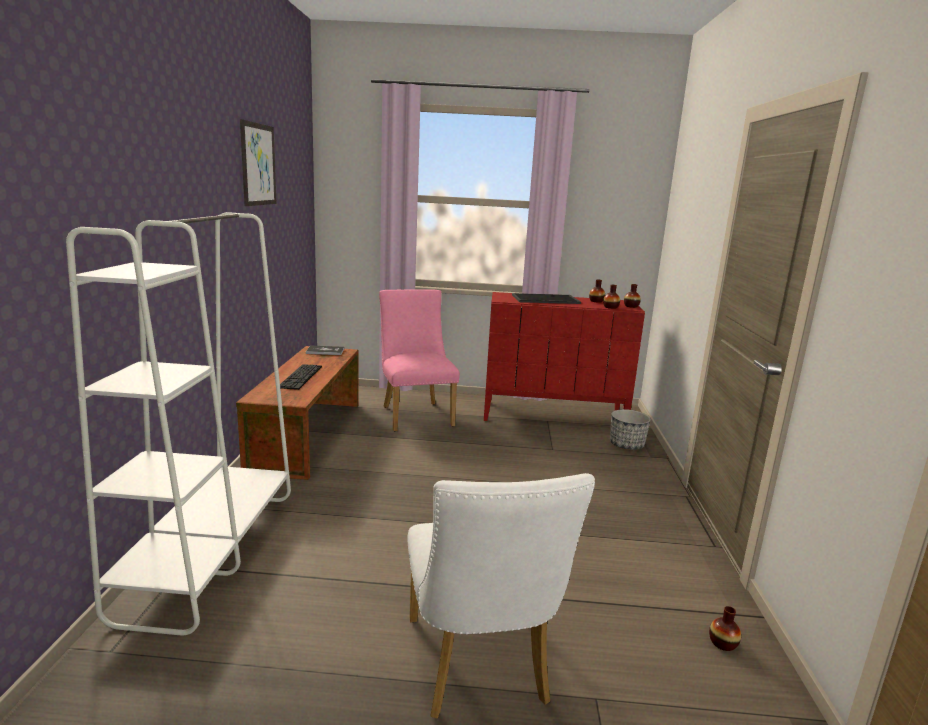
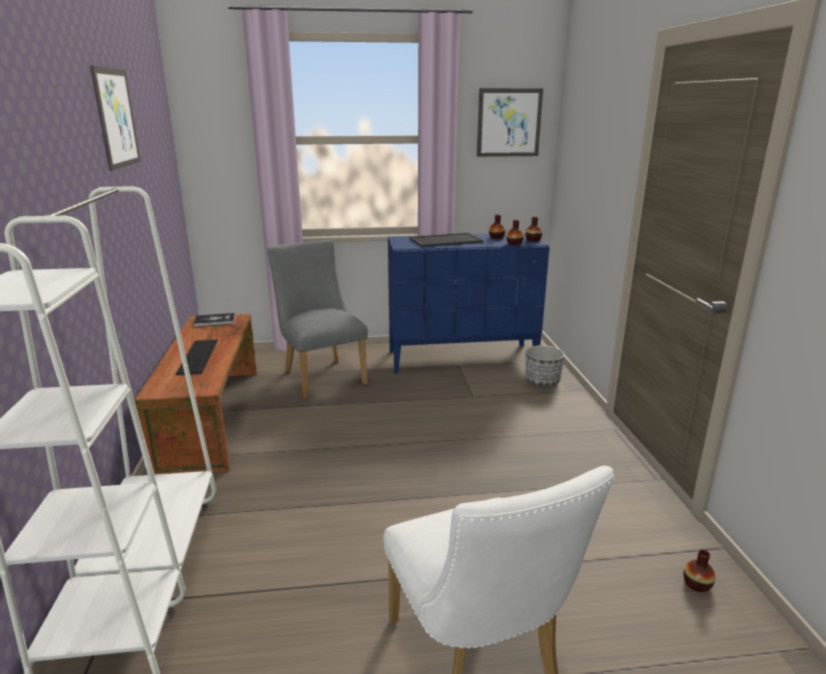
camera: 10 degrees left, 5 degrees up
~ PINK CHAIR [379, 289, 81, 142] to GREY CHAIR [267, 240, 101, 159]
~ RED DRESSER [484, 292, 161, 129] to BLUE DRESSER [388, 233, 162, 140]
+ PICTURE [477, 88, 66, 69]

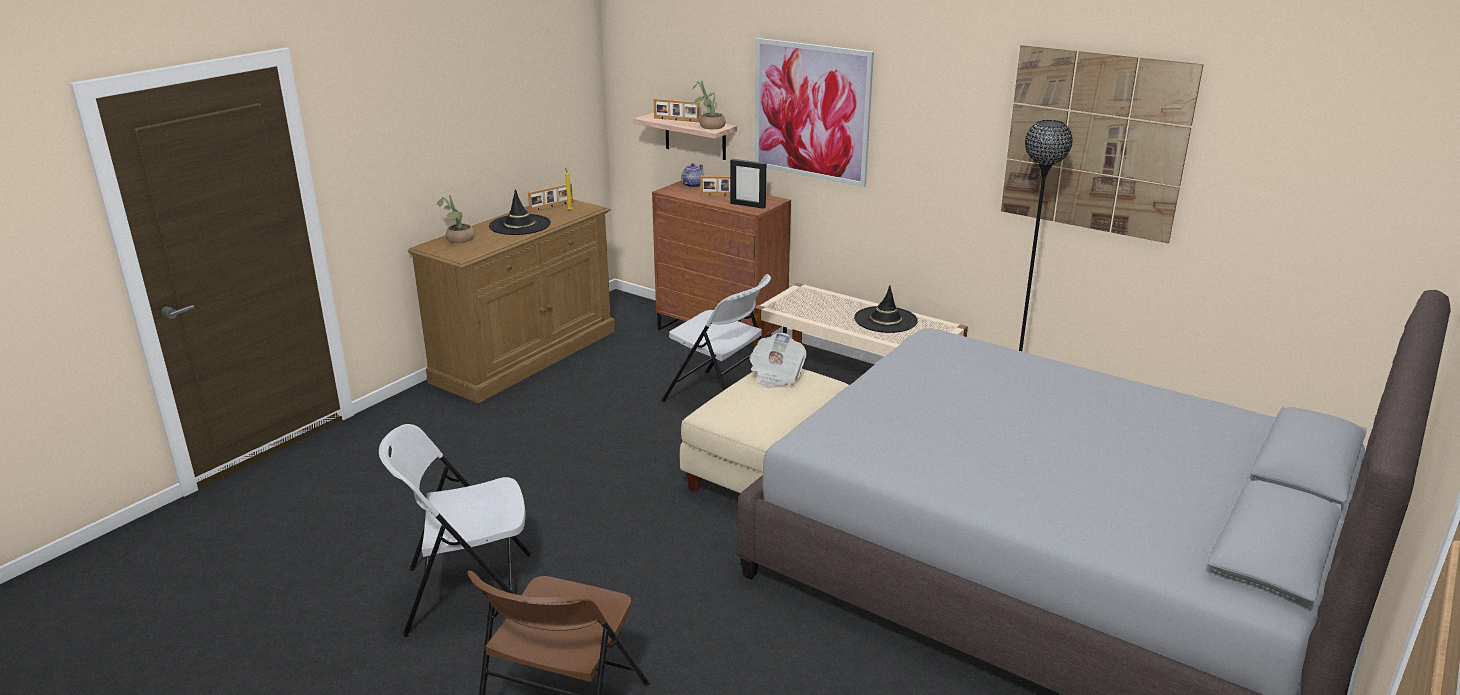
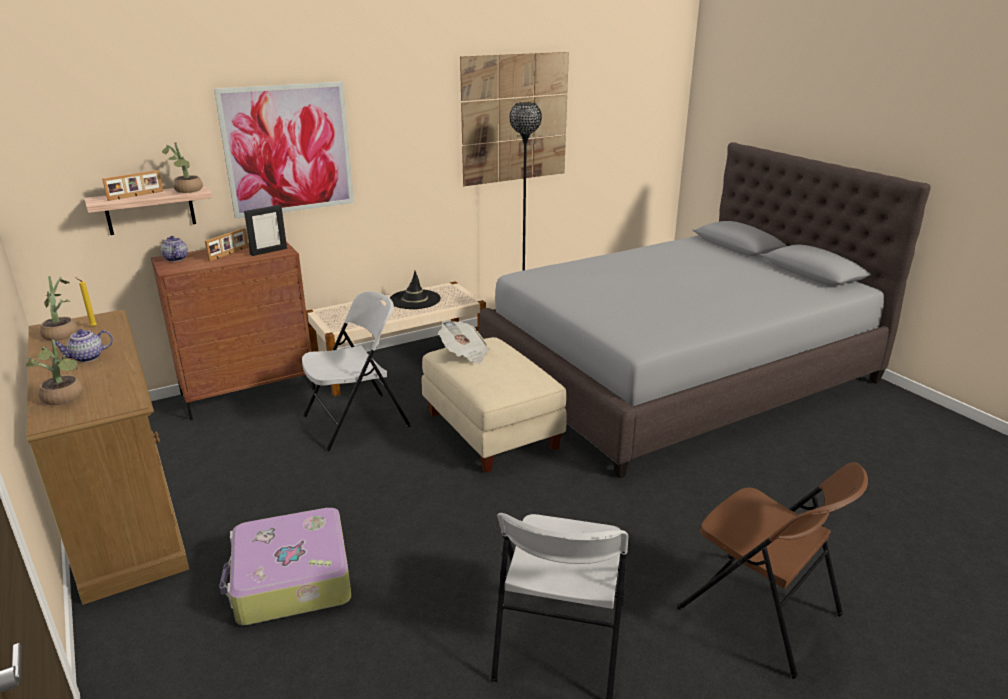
camera: 65 degrees left, 0 degrees up
~ PICTURE FRAME [528, 183, 45, 29] to POTTED PLANT [40, 276, 37, 65]
~ BLACK HAT [489, 189, 62, 46] to TEAPOT [55, 329, 58, 33]
+ SUITCASE [219, 508, 132, 117]

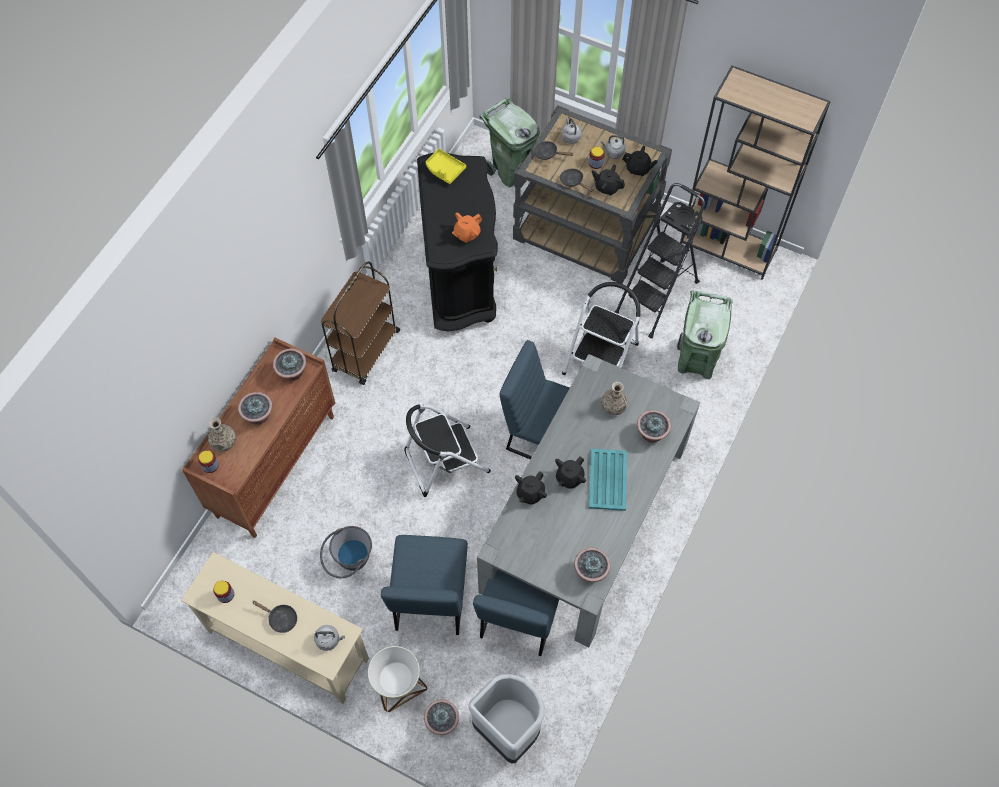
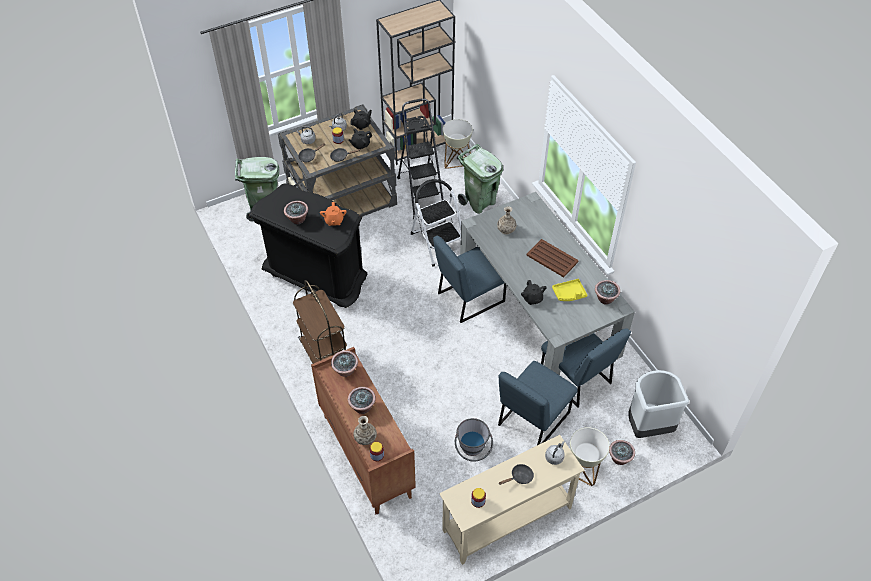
camera: 55 degrees left, 10 degrees down
~ YELLOW TRAY [425, 149, 41, 35] to [552, 279, 35, 22]
- STEP LADDER [404, 404, 87, 93]
~ POTTED PLANT [637, 410, 34, 32] to [284, 201, 24, 23]
~ TURQUOISE TRAY [589, 448, 38, 63] to BROWN TRAY [526, 239, 53, 38]
- BLACK TEAPOT [555, 456, 31, 33]
~ BLUE CHAIR [381, 535, 87, 100] = [498, 361, 80, 84] 90 degrees clockwise
+ PLANTER [443, 119, 30, 50]

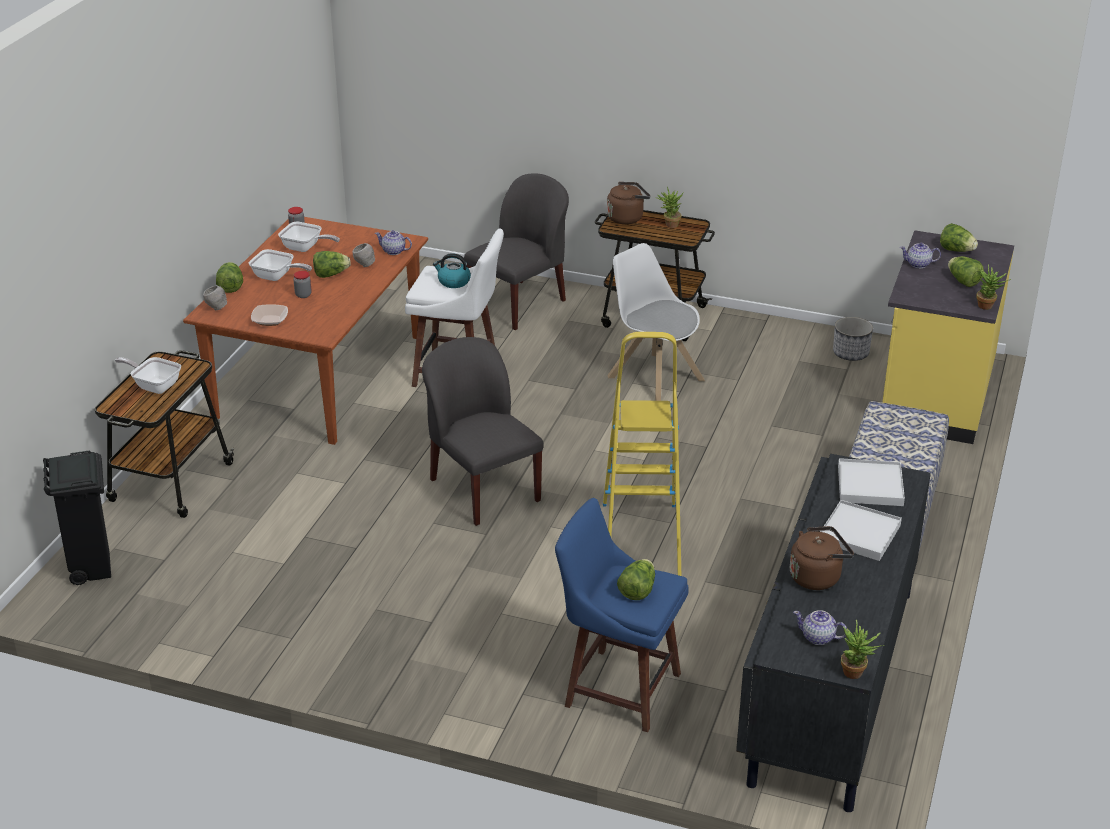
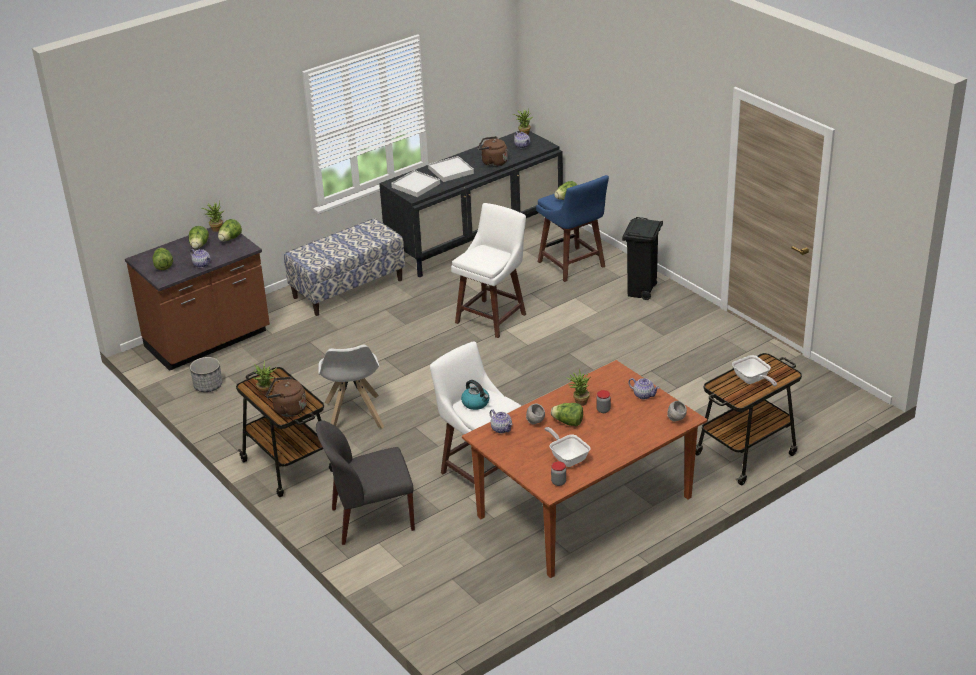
camera: 145 degrees left, 0 degrees up
~ YELLOW COUNTER [882, 230, 132, 214] to BROWN COUNTER [125, 224, 145, 147]
- FRYING PAN [249, 249, 63, 32]
~ LETTUCE [216, 262, 27, 31] to [218, 219, 24, 22]
~ BOWL [251, 304, 37, 22] to TEAPOT [628, 378, 31, 21]
~ YELLOW STEP LADDER [603, 332, 78, 244] to WHITE STOOL [451, 203, 75, 135]
- GREY CHAIR [422, 337, 122, 189]
~ BLACK TRASH CAN [43, 450, 68, 135] to [622, 217, 41, 83]
+ POTTED PLANT [565, 369, 25, 37]

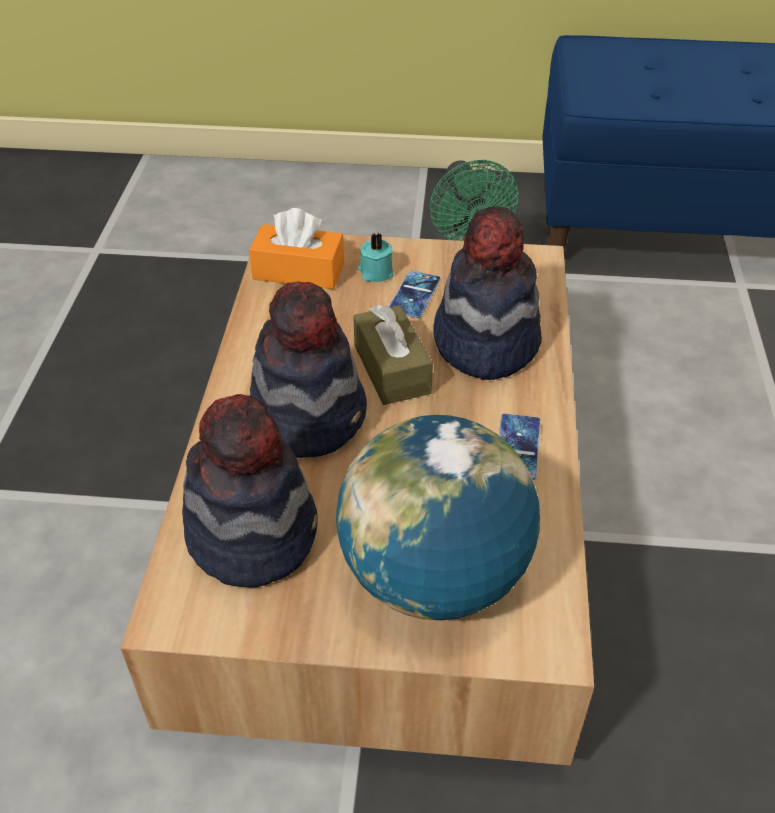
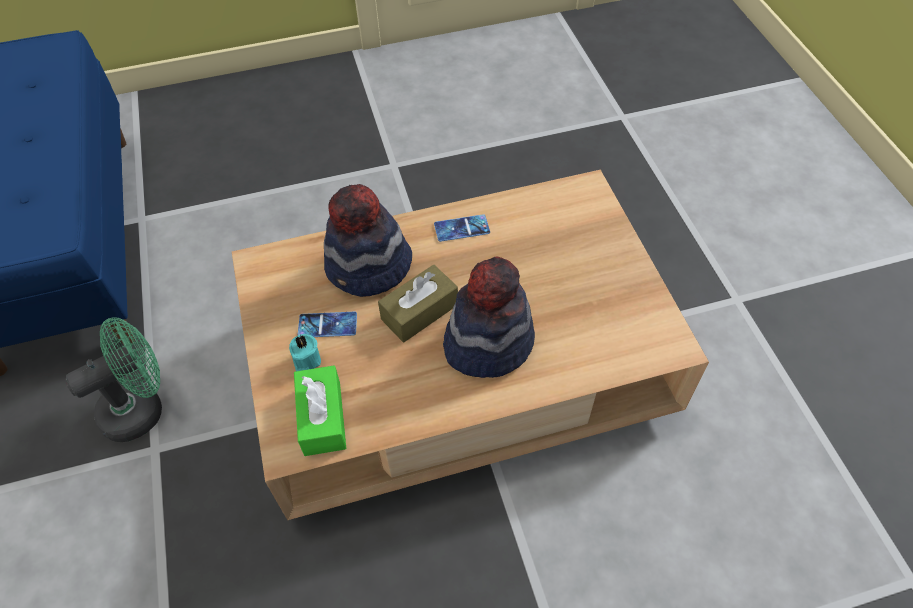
camera: 110 degrees left, 10 degrees up
~ ORANGE TISSUE BOX [249, 208, 95, 81] to GREEN TISSUE BOX [294, 365, 52, 91]
- HAT [182, 394, 136, 194]
- GLOBE [336, 415, 204, 205]

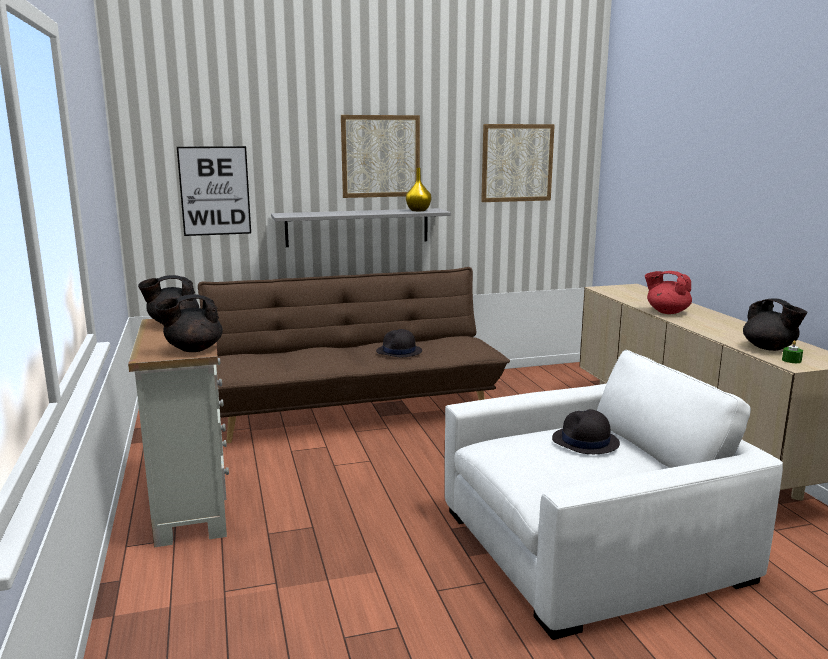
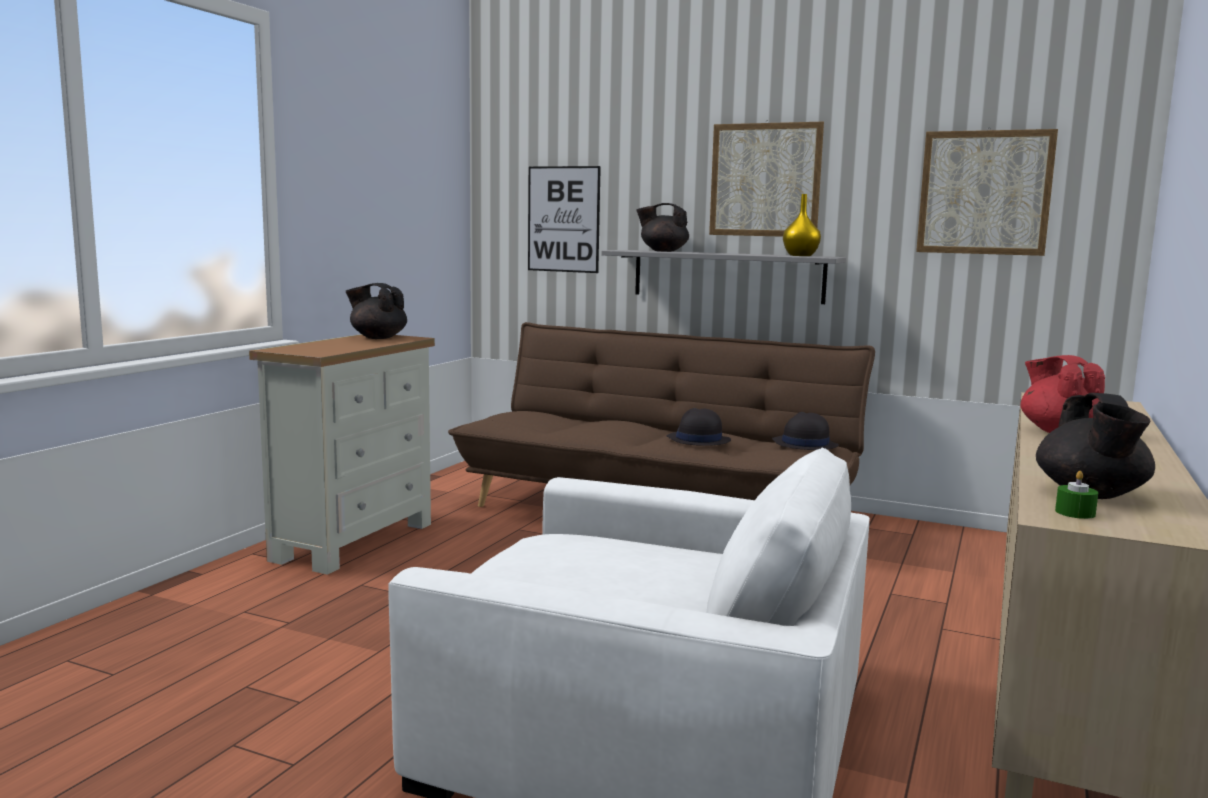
camera: 40 degrees right, 5 degrees down
~ BLACK TEAPOT [155, 294, 68, 58] to [636, 203, 53, 49]
~ BLACK HAT [552, 409, 68, 45] to [772, 412, 67, 38]

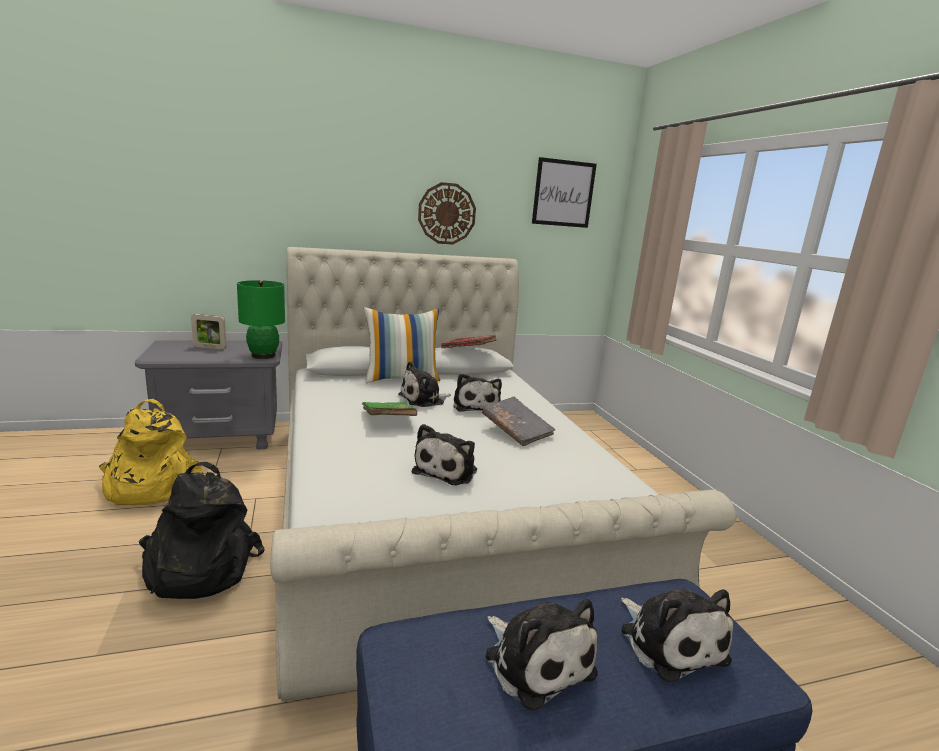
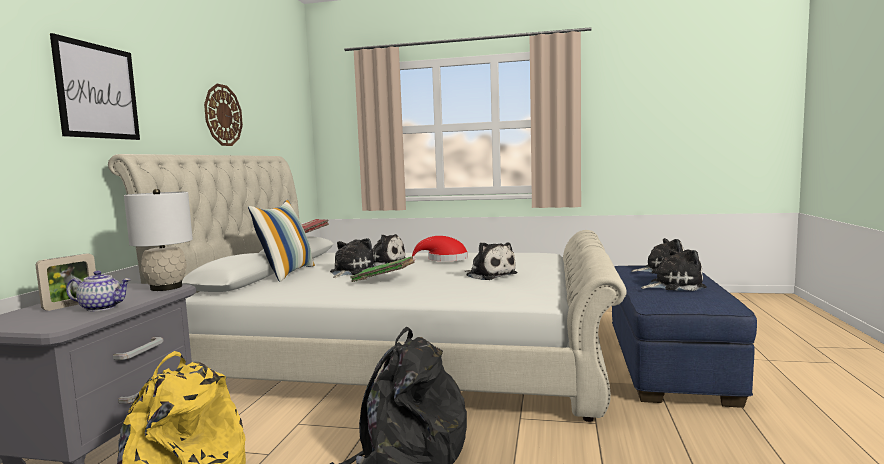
camera: 60 degrees left, 10 degrees down
~ PICTURE [532, 157, 65, 71] to [50, 33, 90, 107]
~ GREEN TABLE LAMP [237, 280, 48, 79] to WHITE TABLE LAMP [124, 189, 69, 102]
~ PLUSH TOY [398, 361, 53, 46] = [330, 238, 45, 40] 150 degrees counterclockwise
~ GREY BOOK [482, 397, 73, 49] to RED HAT [411, 236, 57, 25]
+ TEAPOT [66, 271, 65, 40]

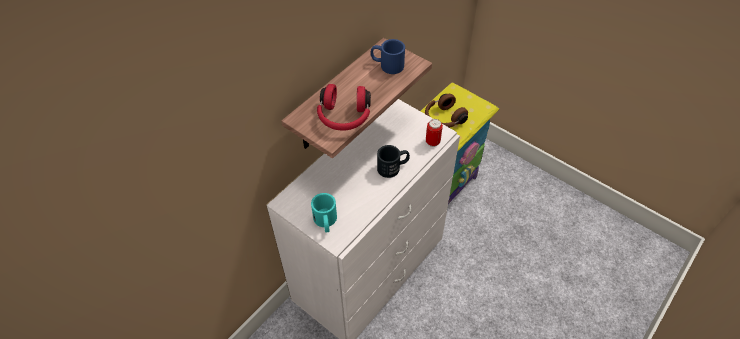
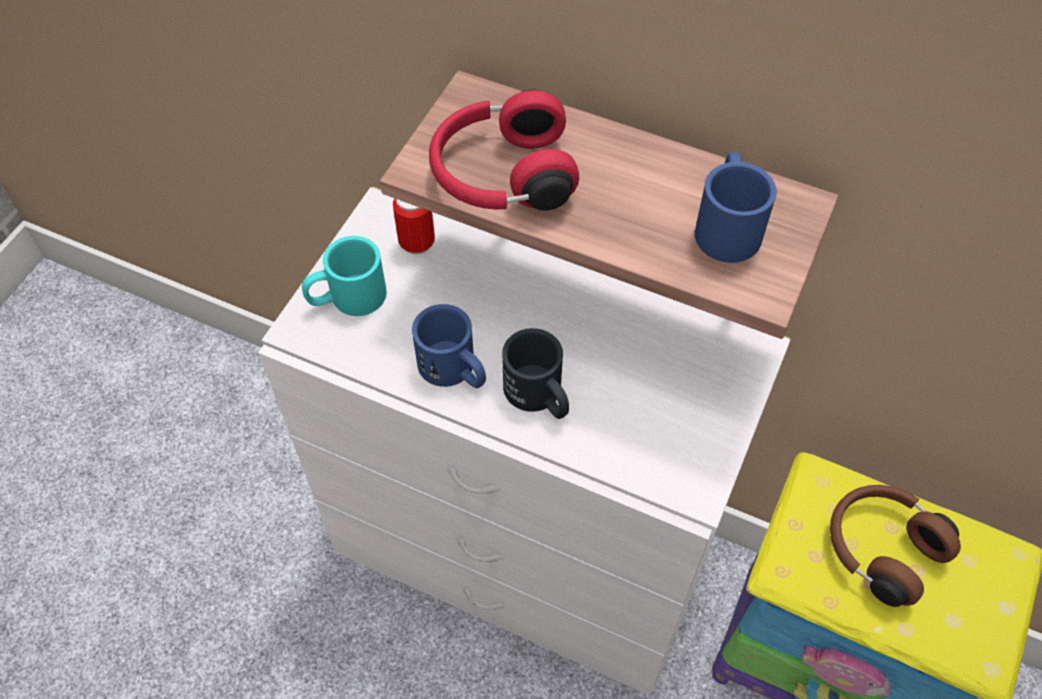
camera: 75 degrees right, 5 degrees up
~ CAN [426, 119, 17, 28] to [393, 198, 42, 57]
+ BLUE MUG [412, 304, 74, 85]

